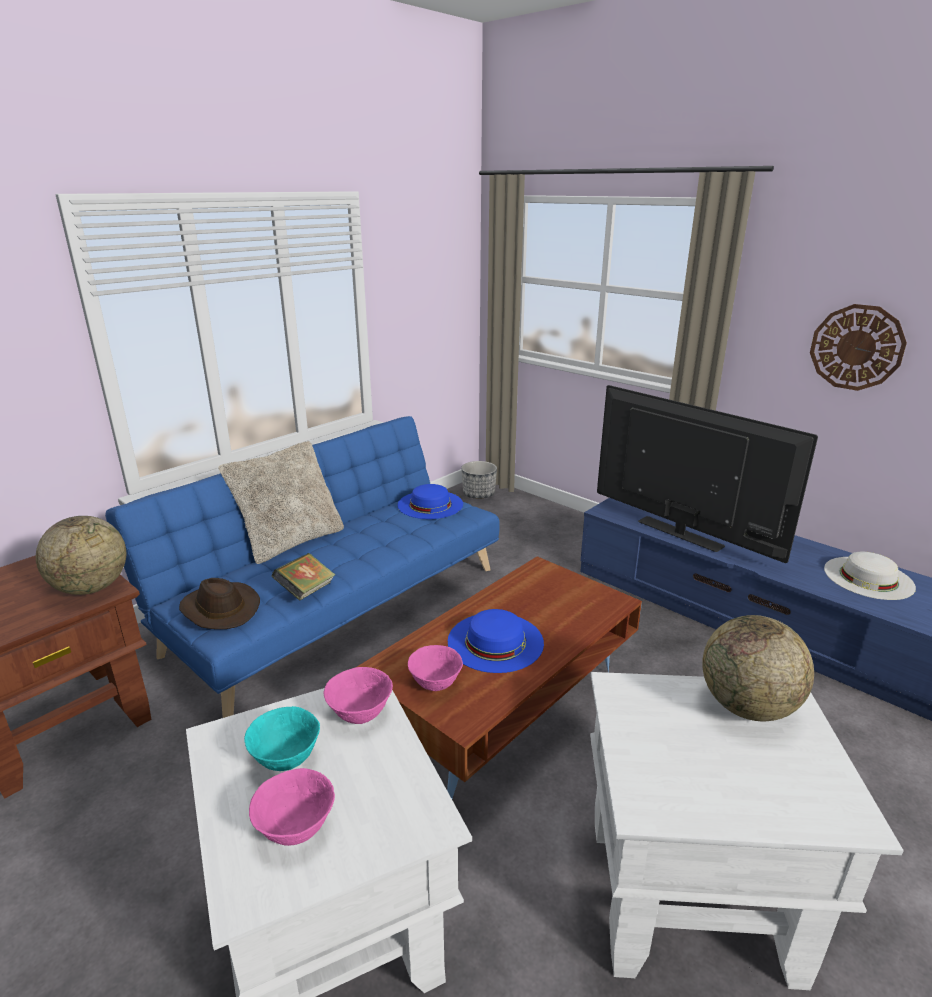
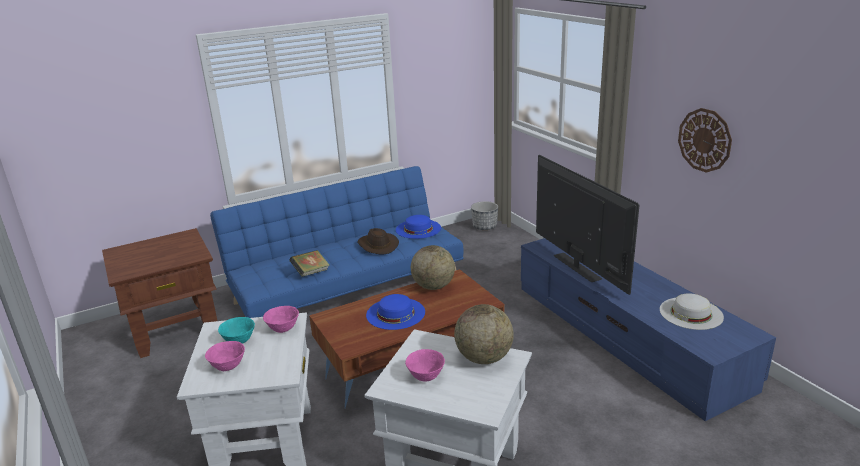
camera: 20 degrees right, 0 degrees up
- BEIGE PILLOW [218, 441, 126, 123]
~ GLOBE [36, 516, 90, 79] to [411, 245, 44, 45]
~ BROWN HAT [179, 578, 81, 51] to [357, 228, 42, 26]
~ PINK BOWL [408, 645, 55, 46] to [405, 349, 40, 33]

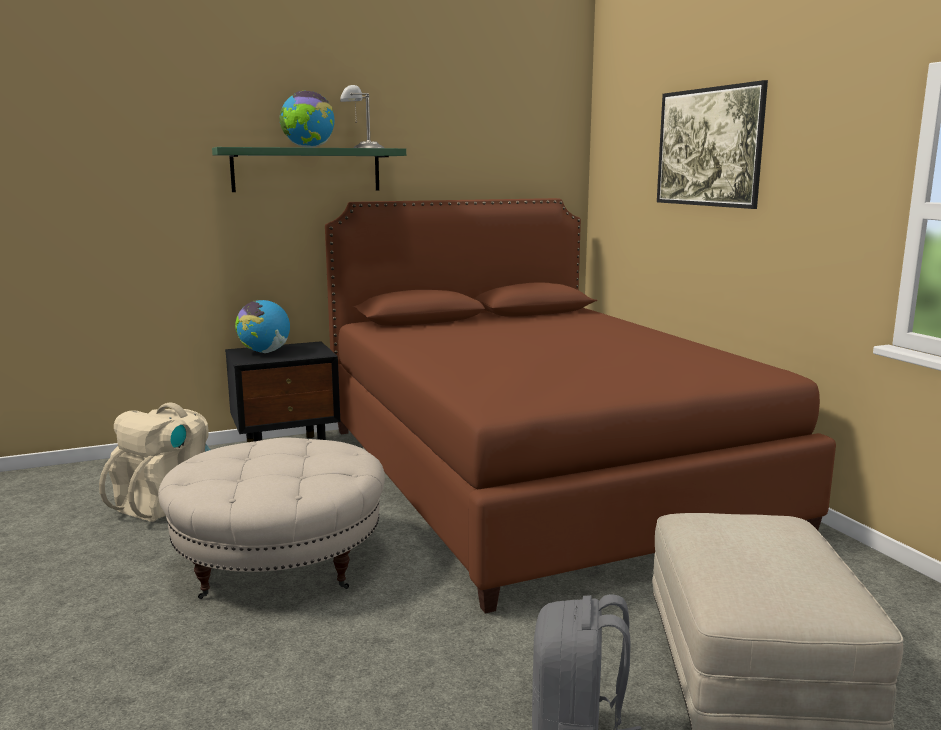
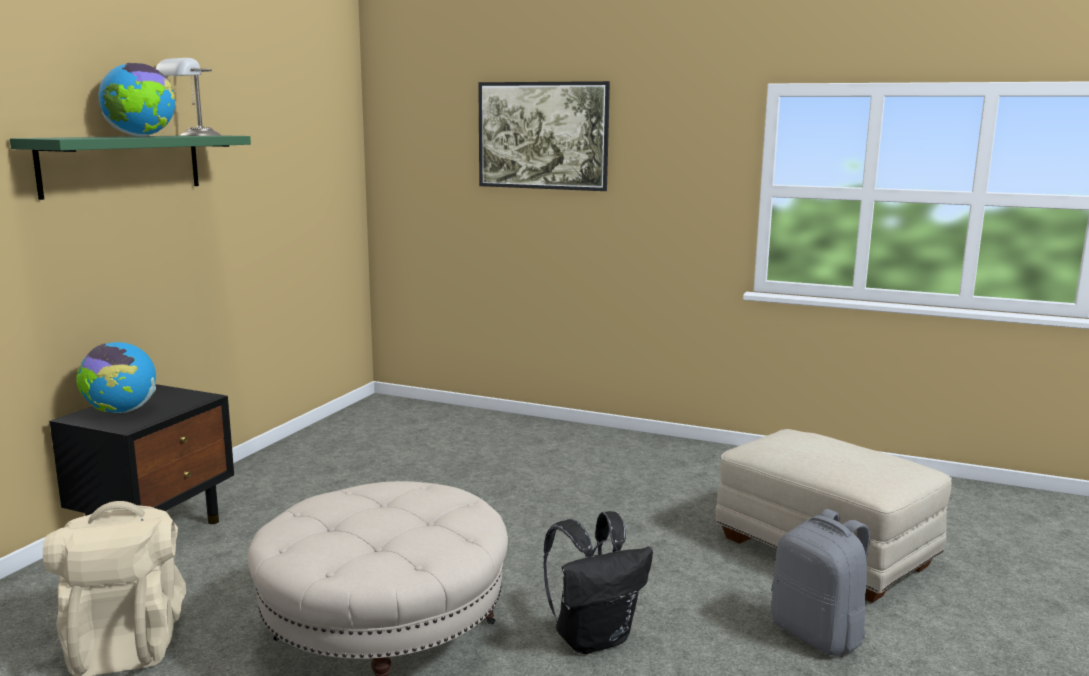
camera: 45 degrees left, 0 degrees up
- BROWN BED [325, 198, 511, 415]
+ BLACK BACKPACK [543, 511, 110, 143]

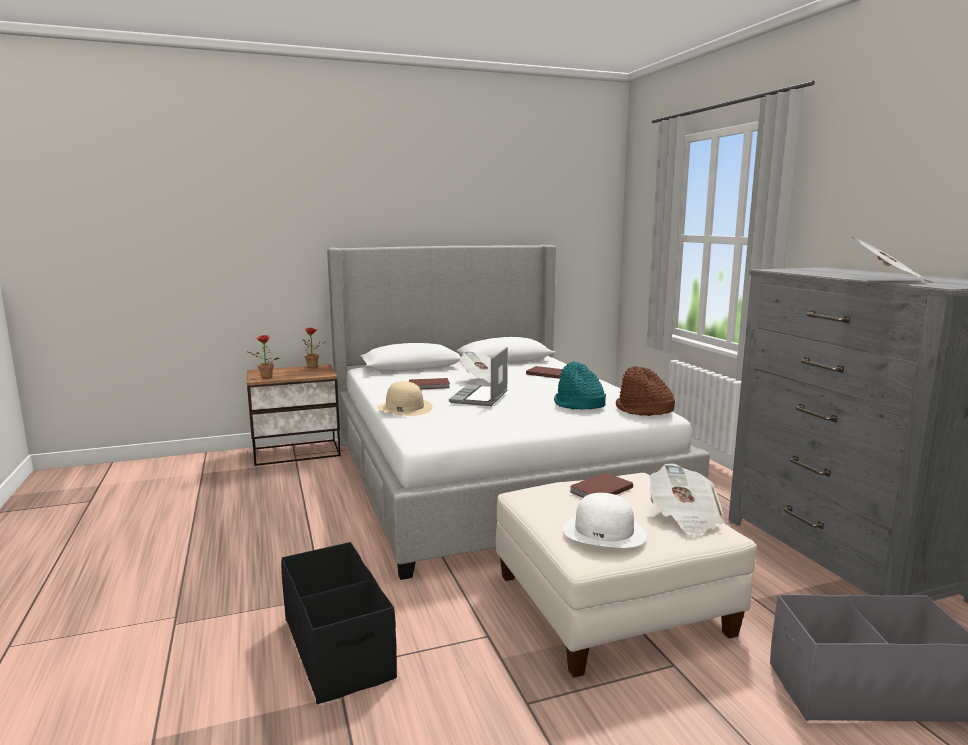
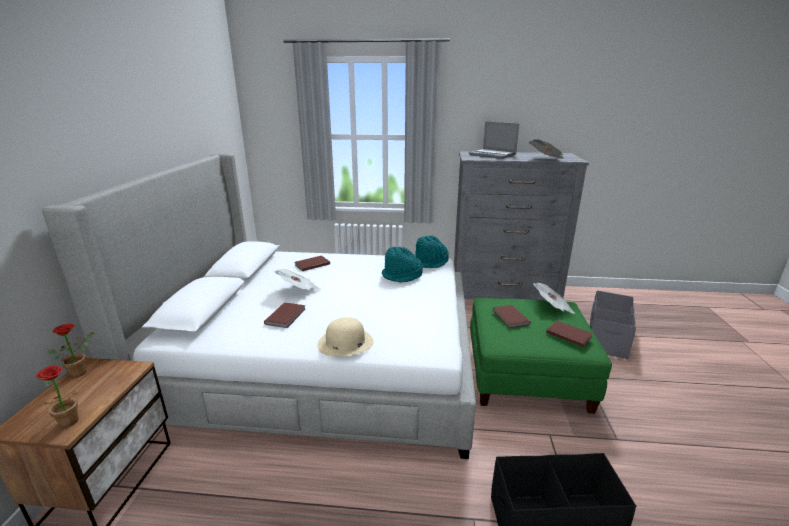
camera: 65 degrees left, 10 degrees up
~ LAPTOP [449, 347, 59, 59] to [469, 121, 50, 38]
~ BROWN HAT [616, 366, 59, 50] to TURQUOISE HAT [415, 235, 34, 33]
~ WHITE OTTOMAN [496, 473, 261, 205] to GREEN OTTOMAN [470, 298, 142, 116]
~ WHITE HAT [562, 493, 85, 55] to BROWN BOOK [546, 321, 47, 26]

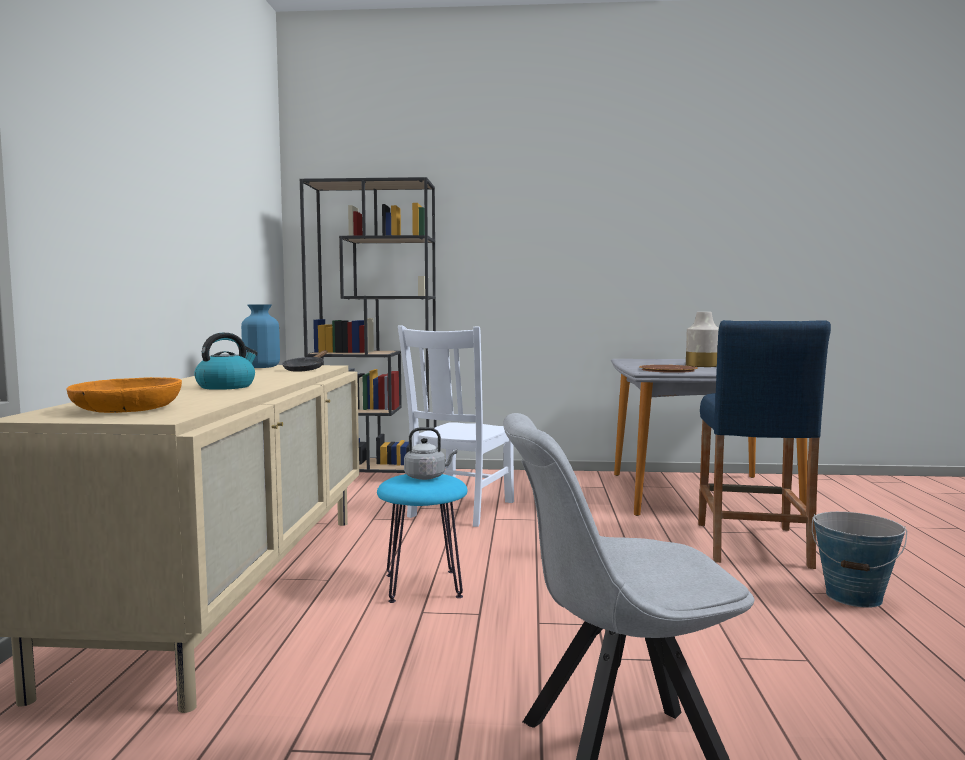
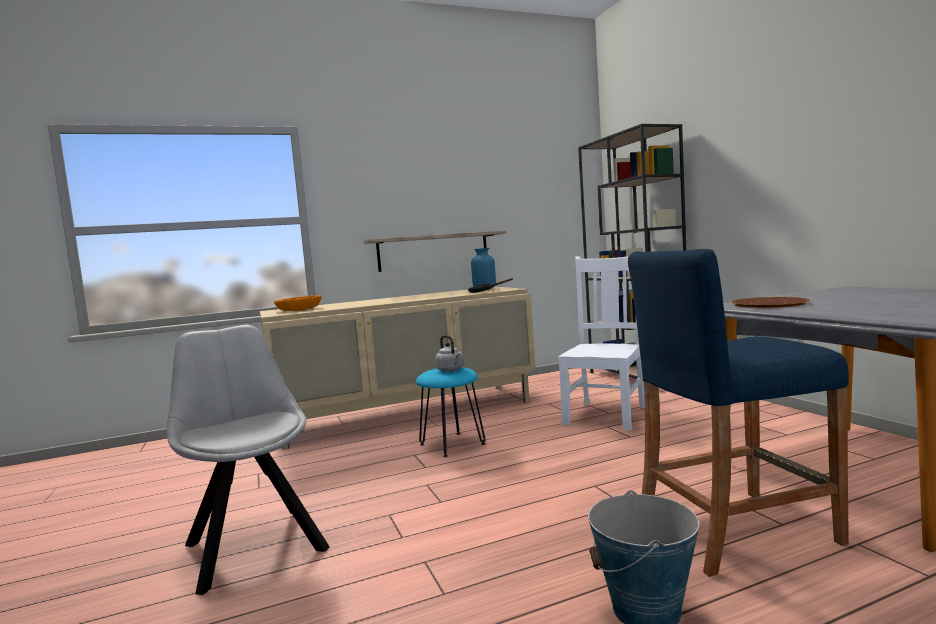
camera: 65 degrees right, 0 degrees up
- BEIGE VASE [686, 312, 33, 55]
~ WHITE CHAIR [398, 325, 116, 202] = [558, 256, 87, 175] 120 degrees clockwise
- KETTLE [194, 333, 64, 57]
+ SHELF [364, 230, 142, 42]

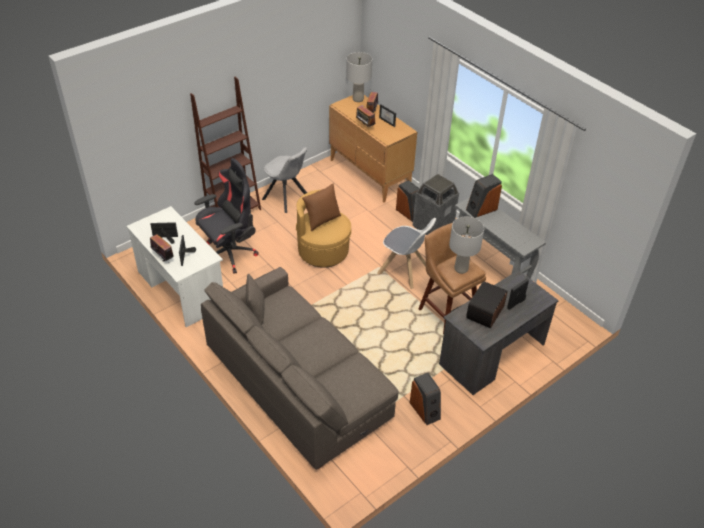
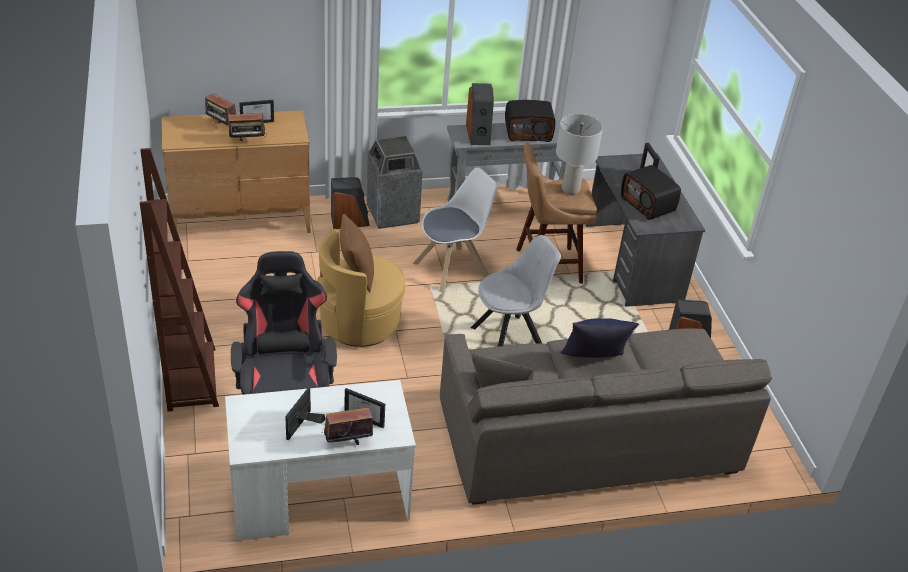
camera: 65 degrees left, 5 degrees down
- GREY TABLE LAMP [346, 52, 26, 50]
~ GREY CHAIR [262, 147, 45, 66] to [471, 235, 90, 112]
+ RADIO [505, 100, 50, 42]
+ BLUE PILLOW [561, 318, 78, 40]

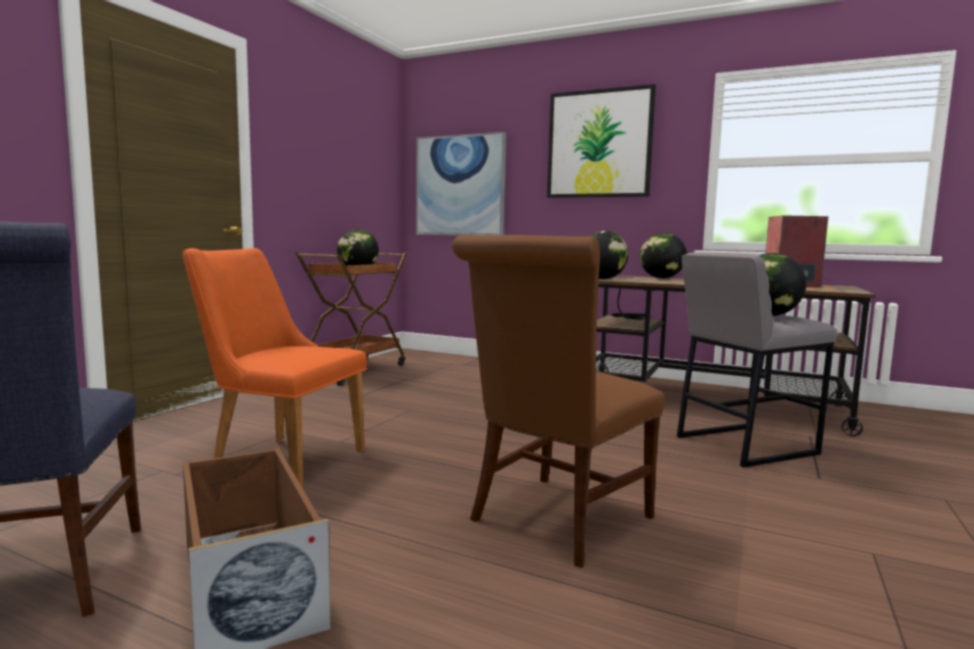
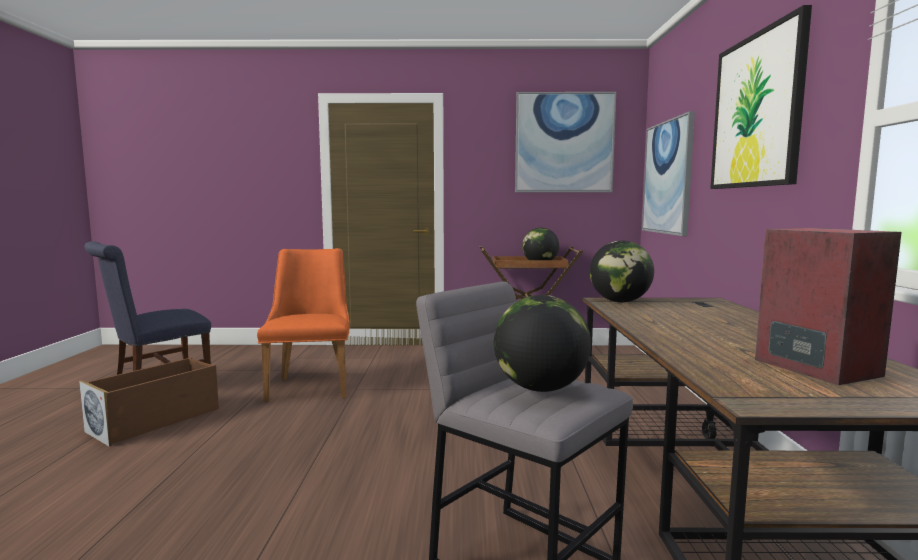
camera: 65 degrees right, 0 degrees up
- GLOBE [640, 233, 47, 45]
- BROWN CHAIR [452, 235, 213, 333]
+ PICTURE [515, 92, 101, 100]

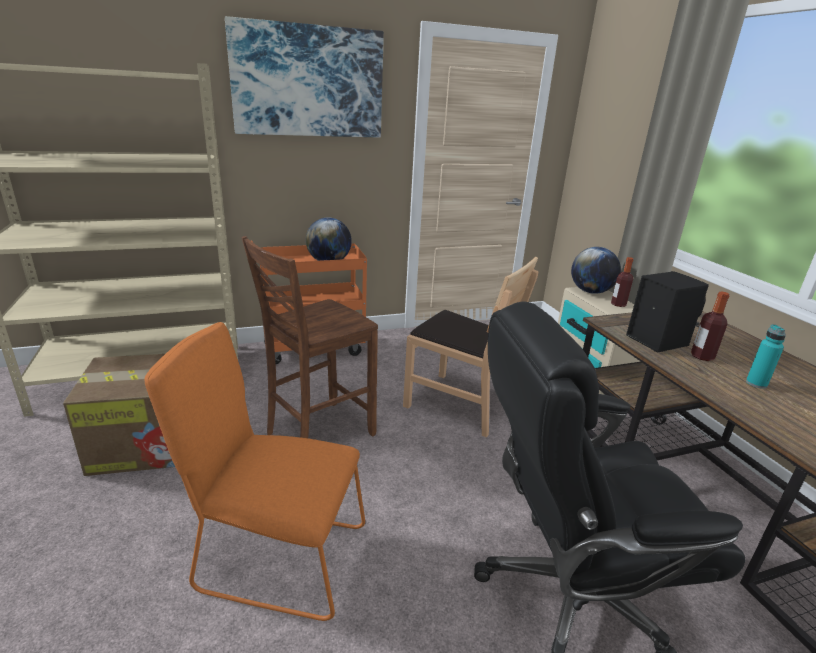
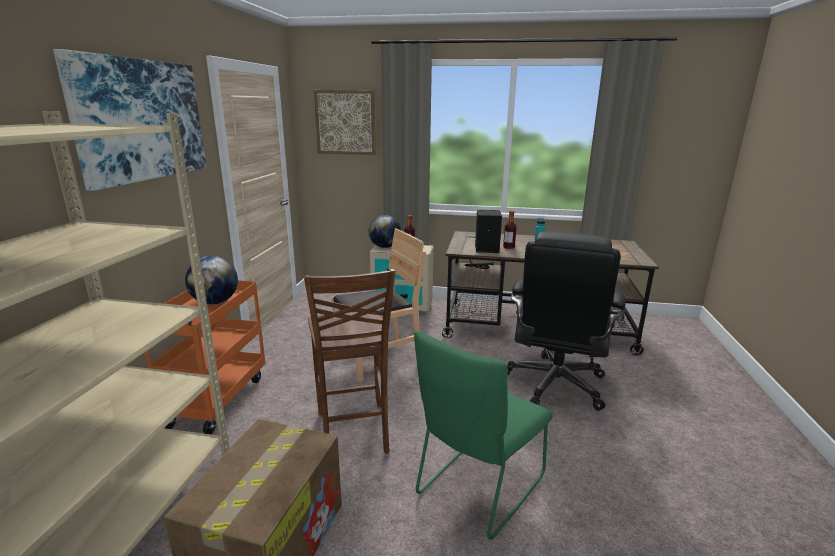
camera: 60 degrees left, 5 degrees down
~ ORANGE CHAIR [145, 322, 220, 299] to GREEN CHAIR [414, 331, 139, 209]
+ PICTURE [314, 88, 62, 67]

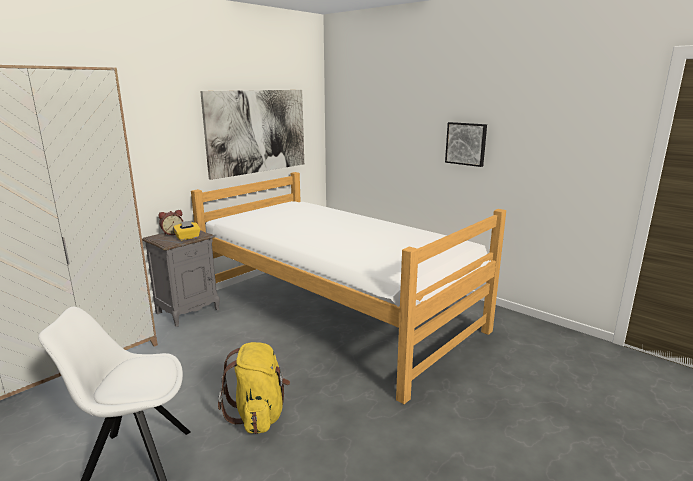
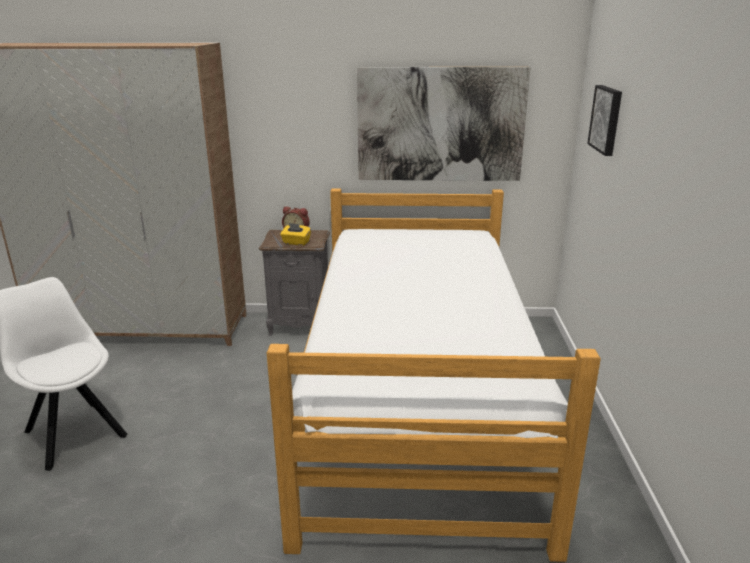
camera: 50 degrees right, 5 degrees up
~ PICTURE [445, 122, 42, 45] to [587, 85, 35, 71]
- YELLOW BACKPACK [218, 342, 72, 92]

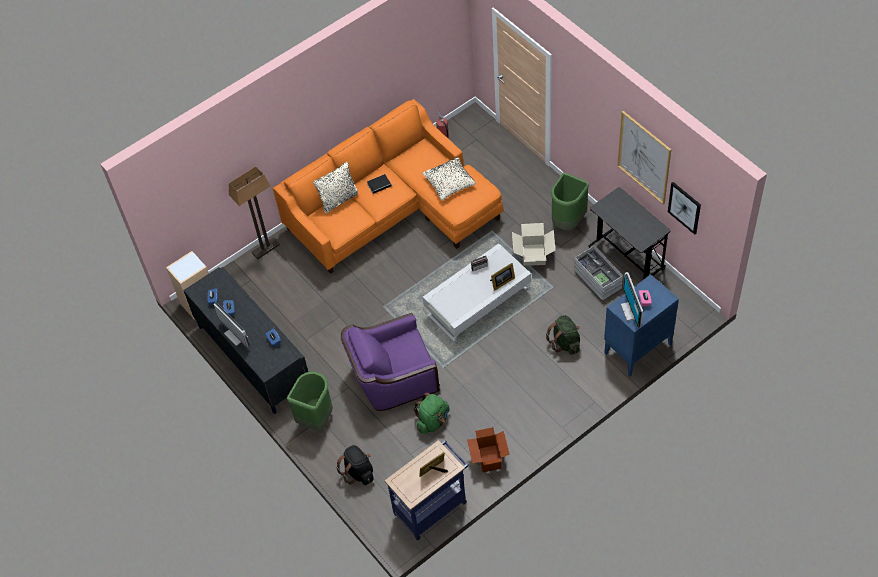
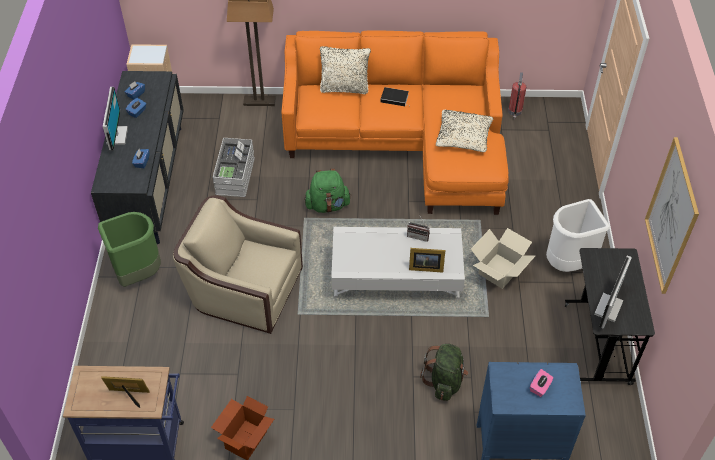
camera: 35 degrees right, 5 degrees down
~ GREEN TRASH CAN [551, 173, 38, 57] to WHITE TRASH CAN [546, 199, 63, 73]
- PICTURE [668, 182, 33, 53]
~ GREY STORAGE BOX [574, 246, 49, 54] to [213, 138, 42, 59]
~ MONITOR [621, 272, 22, 55] to [594, 255, 38, 74]
~ PURPLE ARMCHAIR [341, 313, 99, 98] to BEIGE ARMCHAIR [173, 195, 130, 139]
~ GREEN BACKPACK [413, 392, 37, 42] to [304, 169, 47, 44]
- BLACK BACKPACK [336, 445, 38, 40]

